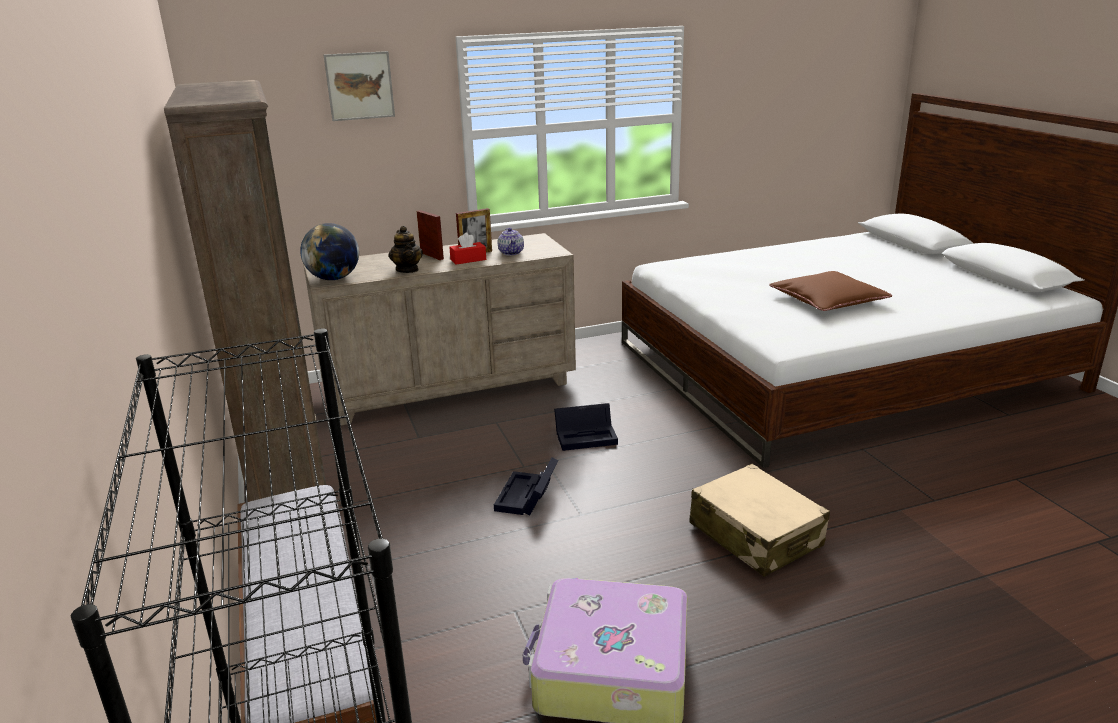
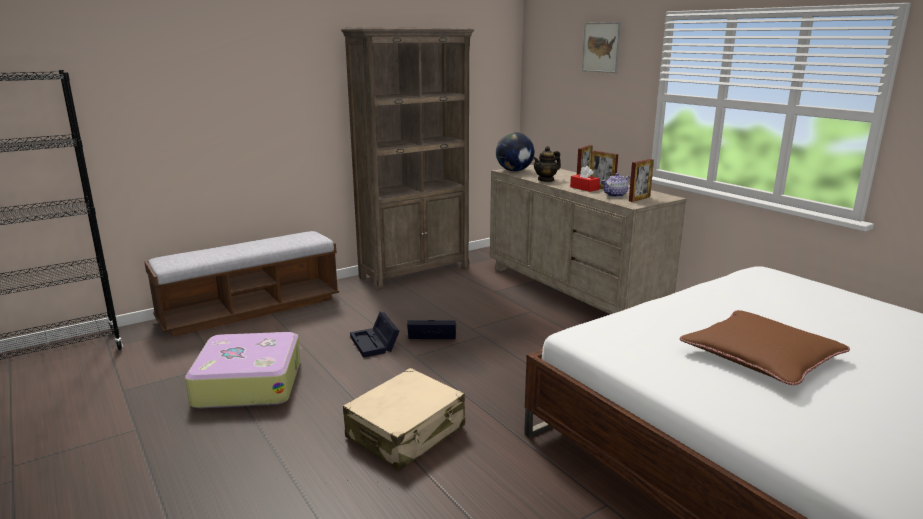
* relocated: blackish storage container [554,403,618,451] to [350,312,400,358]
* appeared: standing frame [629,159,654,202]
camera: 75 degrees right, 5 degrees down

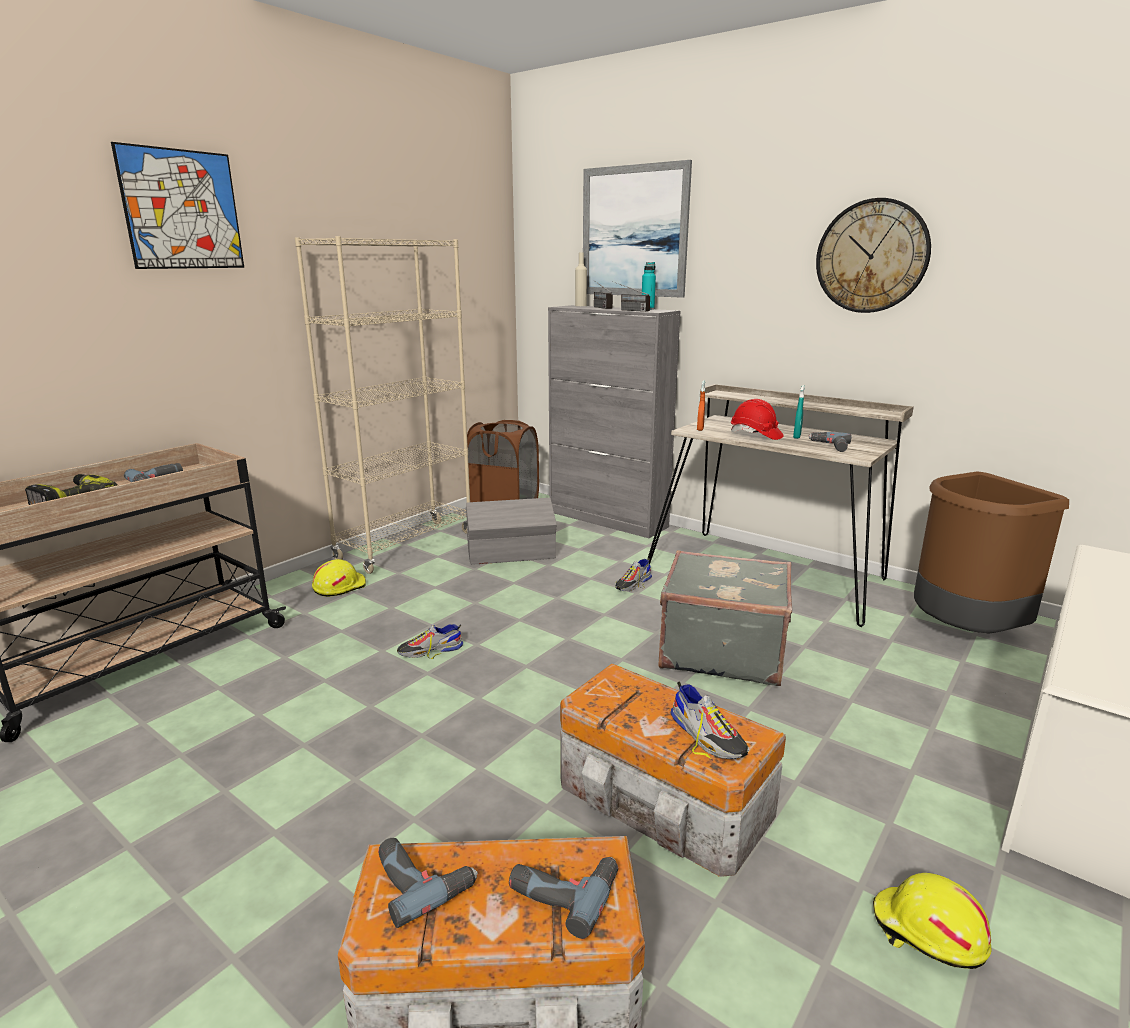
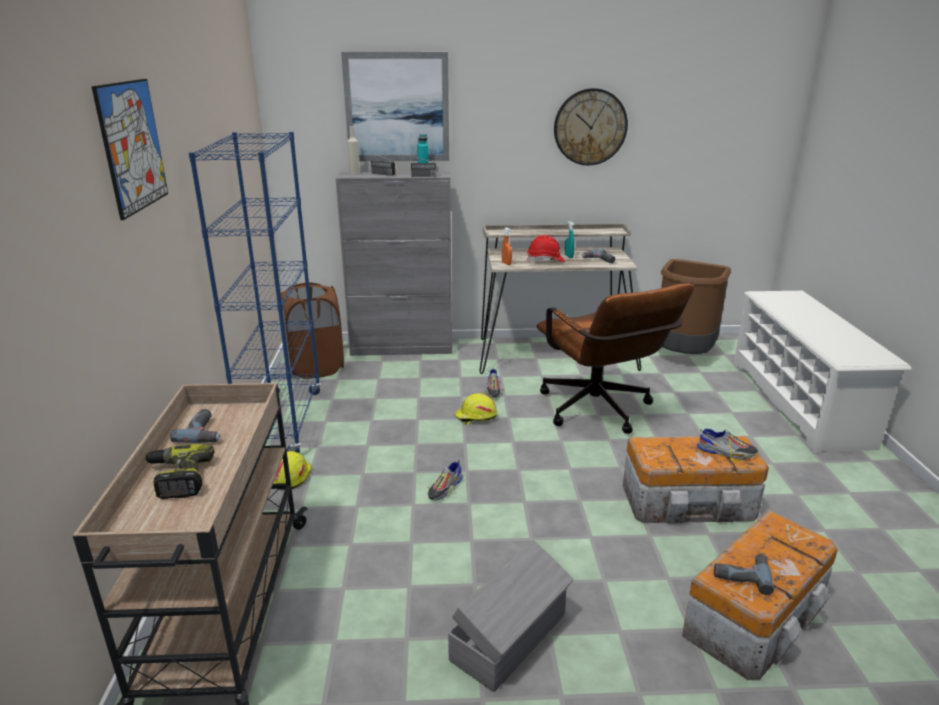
* colour: sand-coloured shelving unit [295,236,470,574] to blue shelving unit [189,132,321,453]
* relocated: grey storage container [466,498,556,565] to [448,540,574,692]
* exchanged: grey suitcase [658,550,792,686] to brown office chair [537,283,694,434]
* missing: power drill [509,857,618,939]
* relocated: yellow-coloured work helmet [873,873,992,969] to [454,393,497,425]
camera: 40 degrees left, 5 degrees up

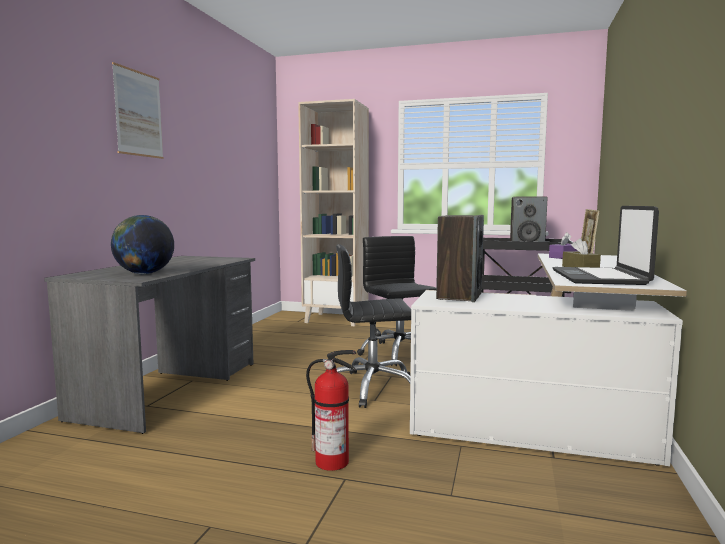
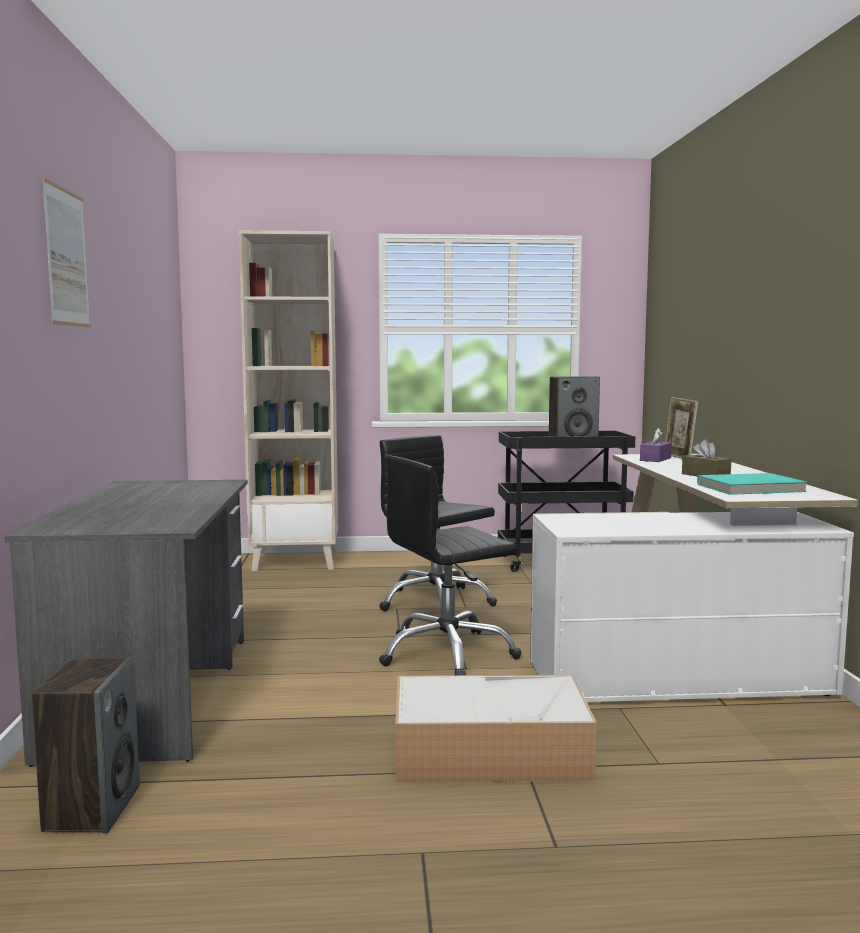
* exchanged: laptop [553,206,659,285] to turquoise book [697,473,807,495]
* missing: world globe [111,215,174,274]
* relocated: audio speaker [436,215,484,302] to [32,657,140,833]
* exchanged: fire extinguisher [306,350,356,471] to storage container [395,675,597,783]
camera: 20 degrees left, 0 degrees up

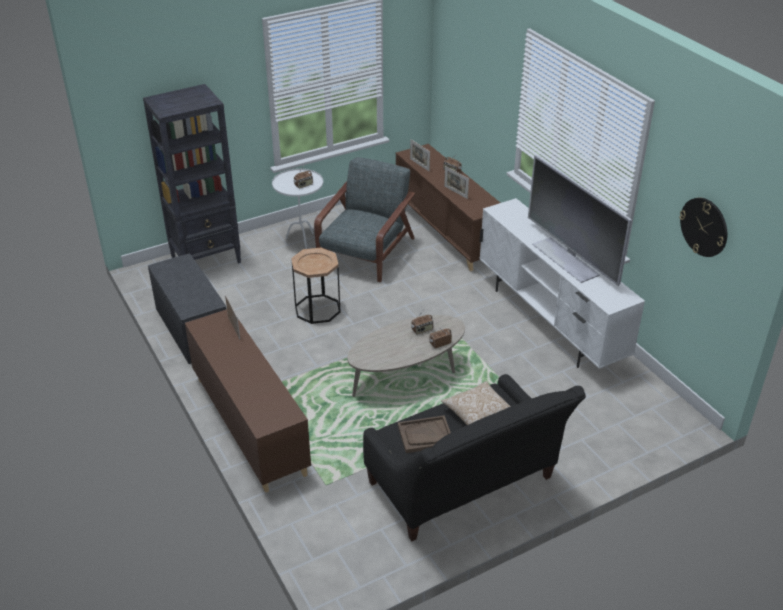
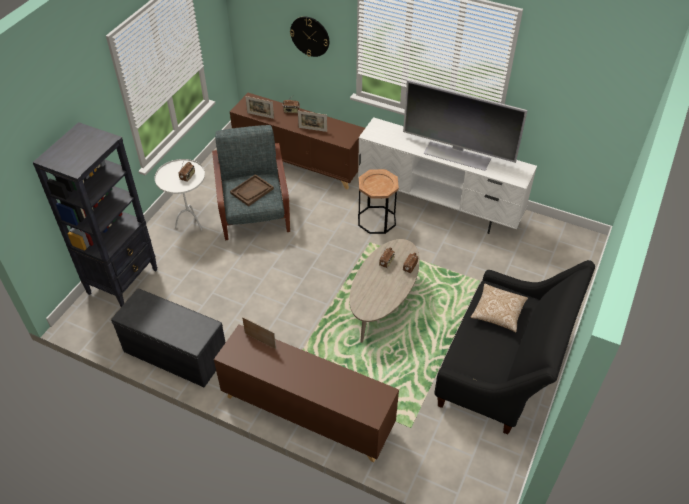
* relocated: clock on the wall [679,197,727,257] to [290,17,329,57]
* relocated: brown end table [291,248,340,324] to [358,169,399,234]
* relocated: brown carrying tray [398,415,451,453] to [230,174,274,207]
camera: 35 degrees left, 10 degrees up

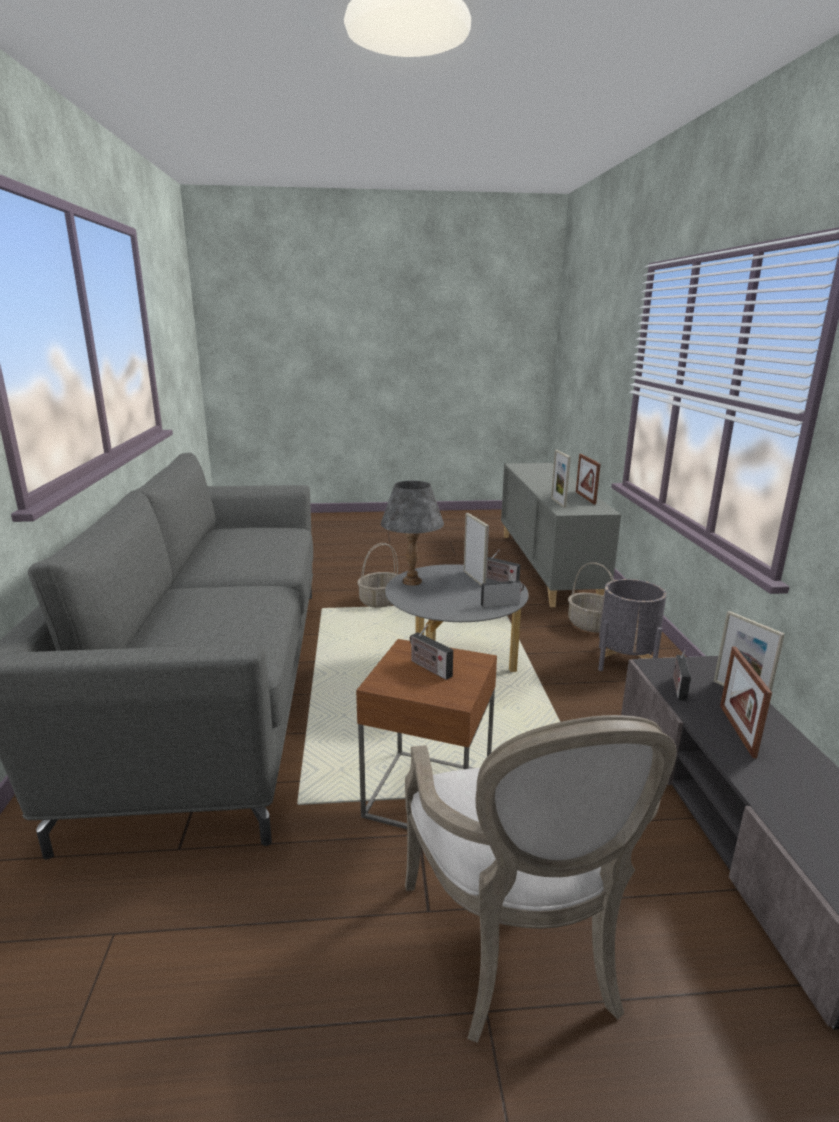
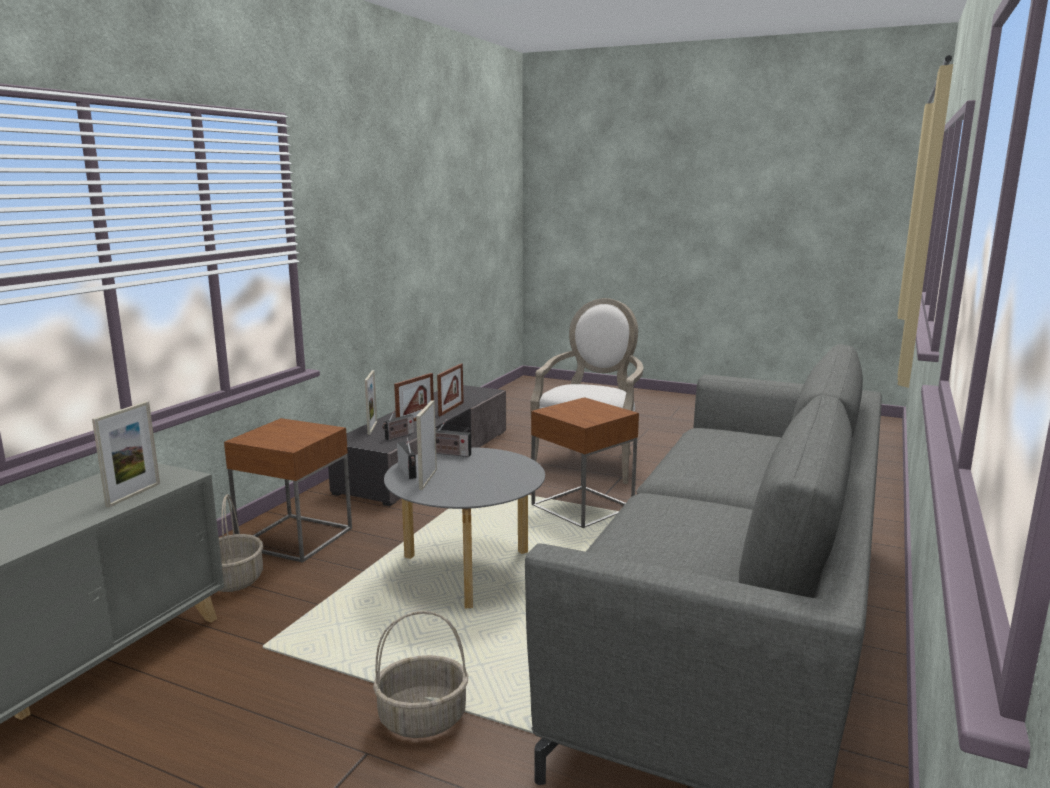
* relocated: standing frame [576,454,601,505] to [437,364,464,416]
* missing: grey tabletop lamp [381,481,444,586]
* exchanged: grey planter [598,579,667,671] to brown end table [224,418,352,563]
* missing: radio receiver [410,625,453,680]
camera: 150 degrees left, 5 degrees down

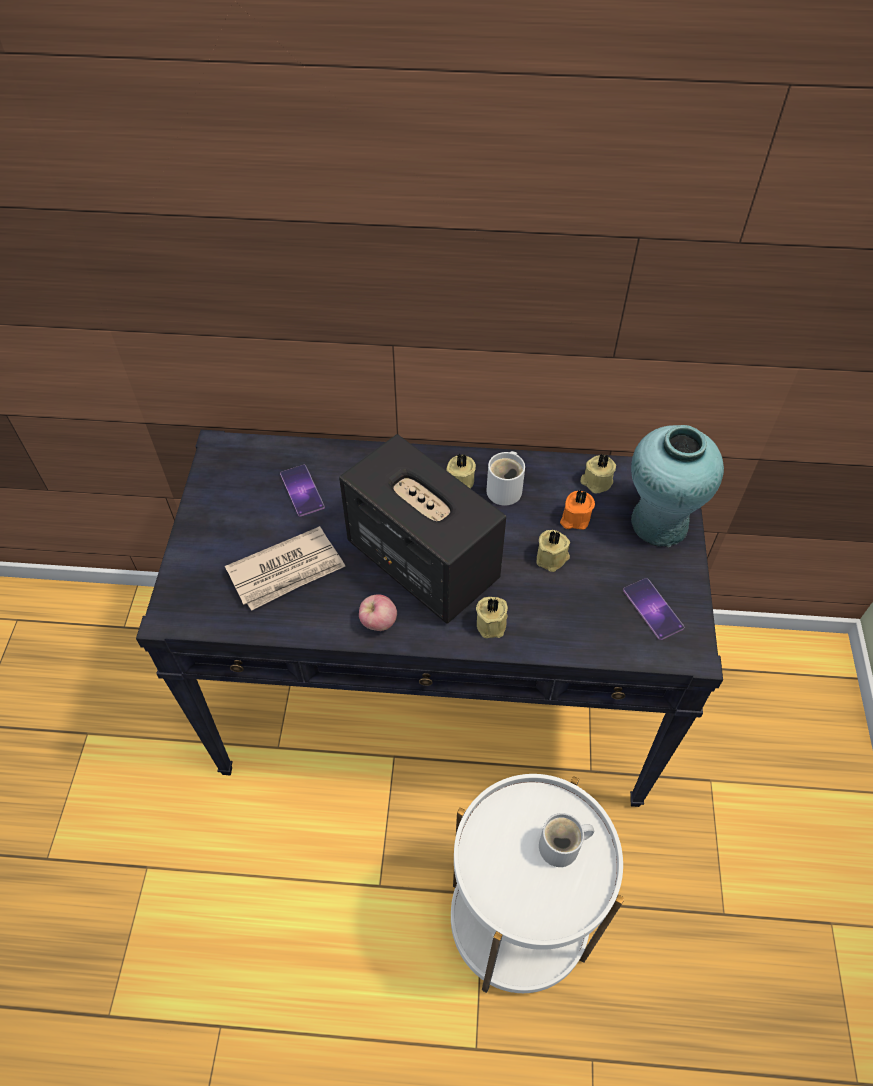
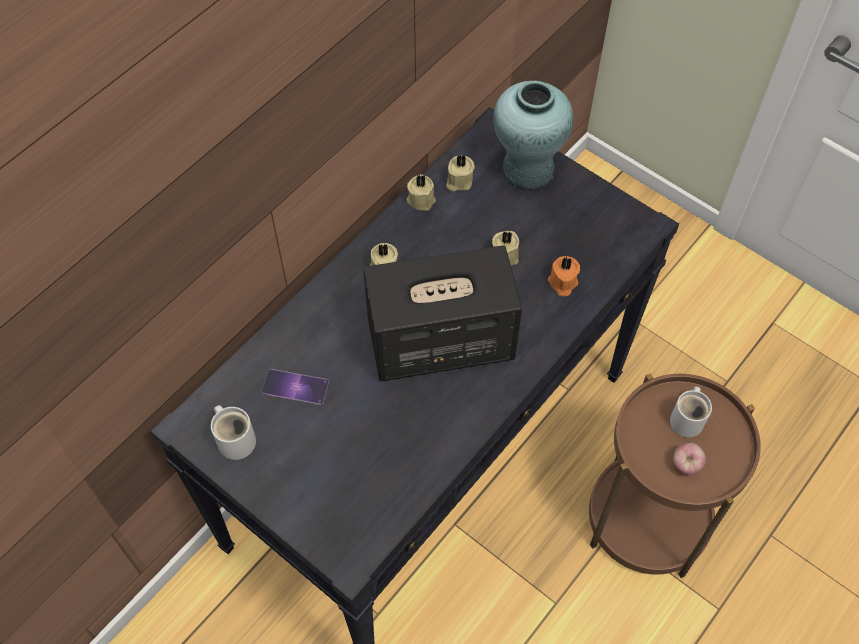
* relocated: white coffee mug [486,451,525,506] to [211,405,256,460]
* relocated: orangey candle [560,490,595,530] to [548,256,580,296]
* missing: daily paper [225,526,345,611]
* missing: phone [623,578,684,640]
* relocated: whole apple [359,595,397,631] to [673,443,706,475]
* relocated: sand-coloured candle [476,597,508,638] to [407,174,436,211]
* colour: white end table [451,774,625,993] to brown end table [589,373,761,578]
camera: 55 degrees left, 5 degrees up

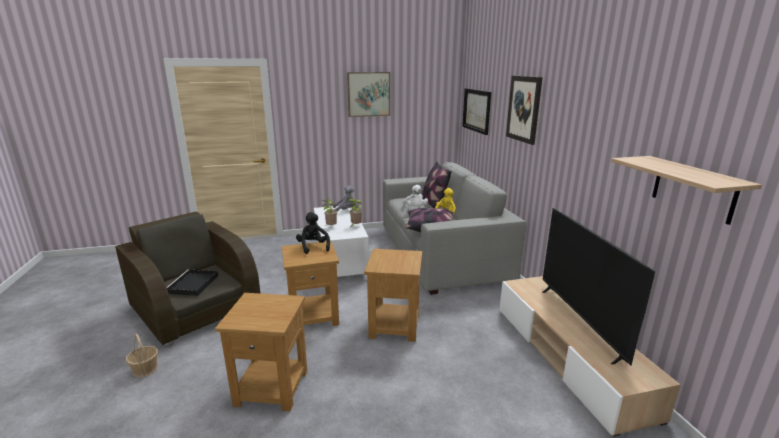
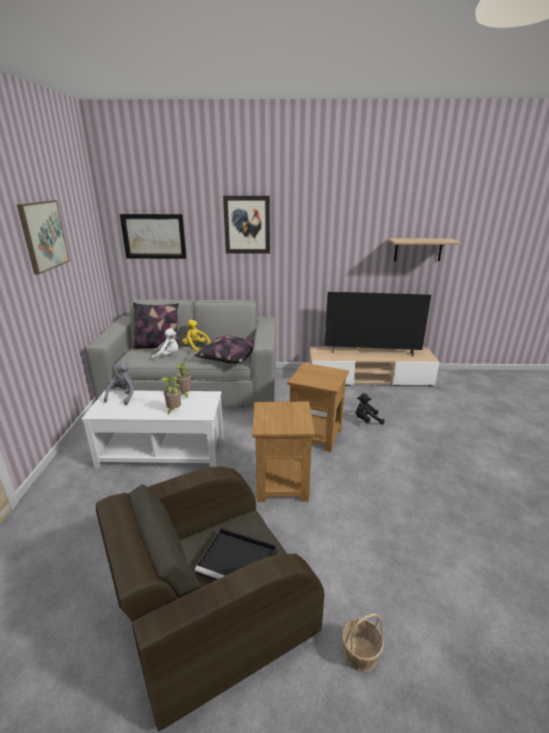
* relocated: blackish cuddly toy [296,212,330,254] to [356,393,385,424]
* missing: brown end table [215,293,307,411]
camera: 75 degrees left, 5 degrees up

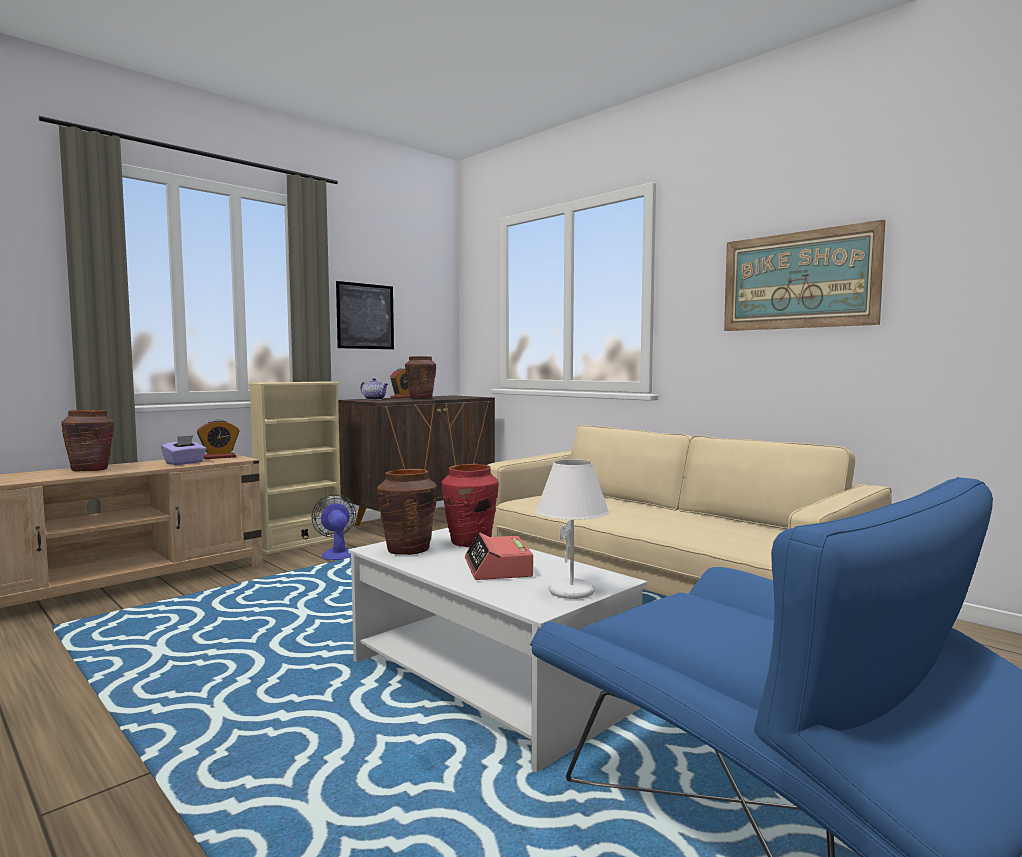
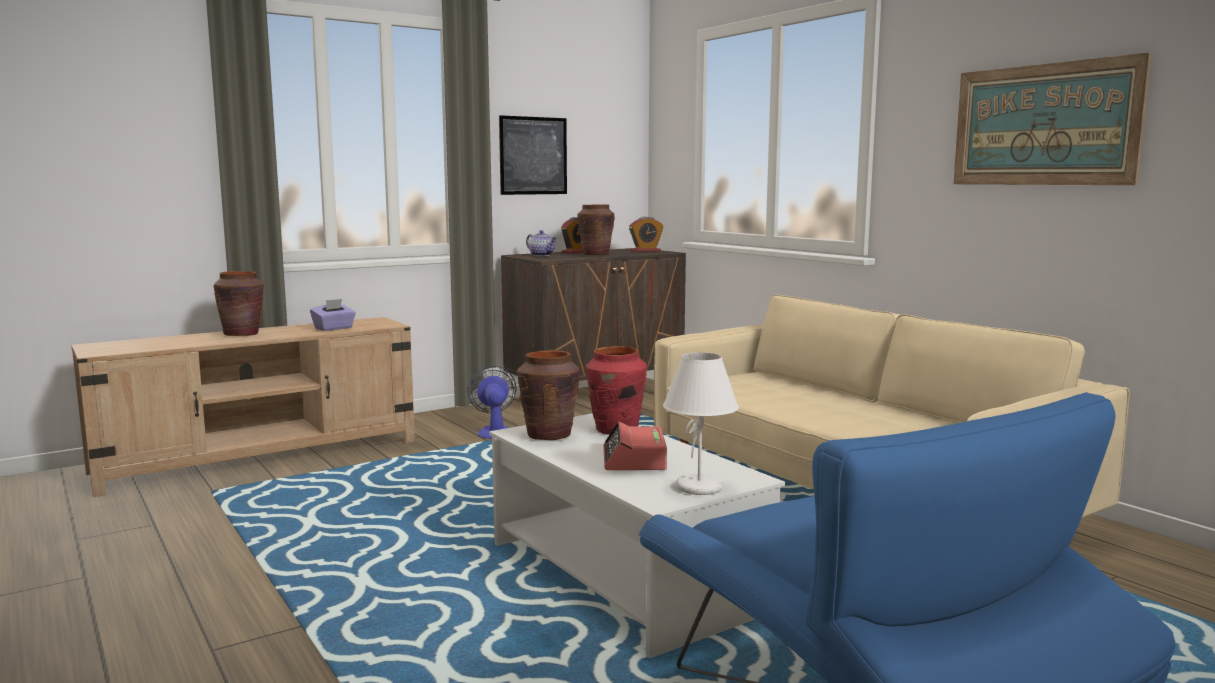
* missing: sand-coloured shelving unit [248,381,341,555]
* relocated: bedside clock [197,420,239,459] to [629,217,663,252]
camera: 10 degrees right, 5 degrees up

